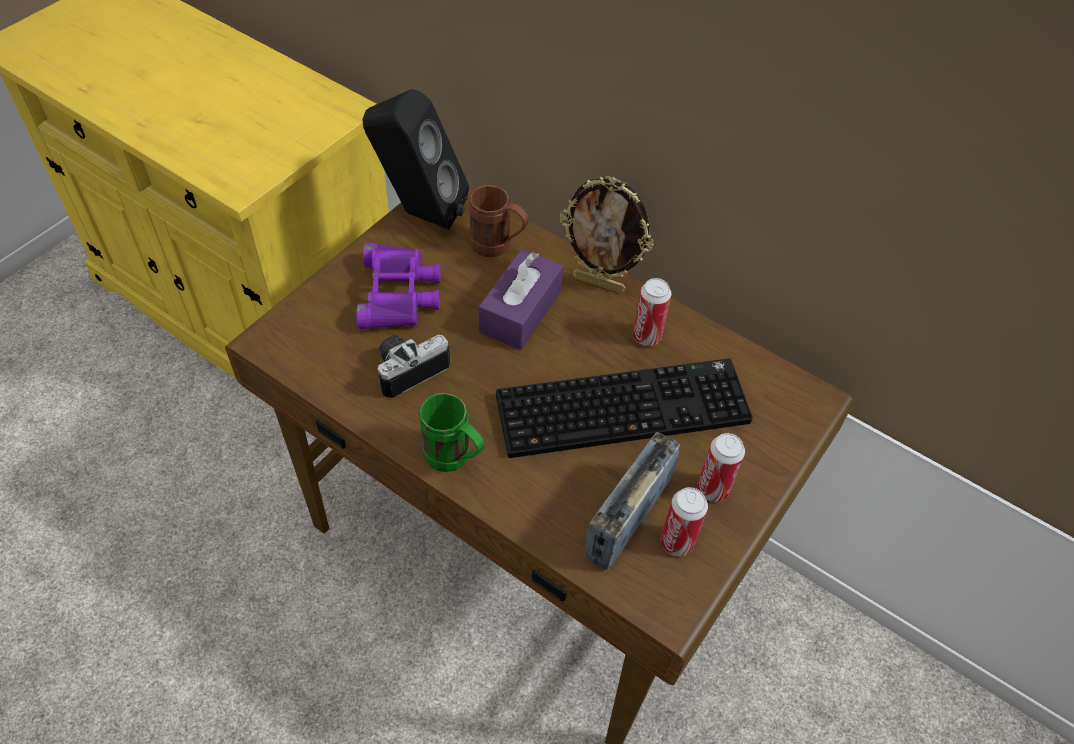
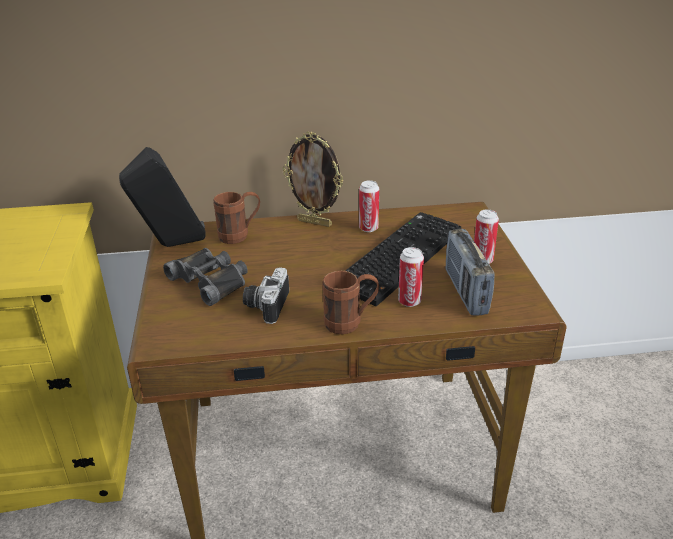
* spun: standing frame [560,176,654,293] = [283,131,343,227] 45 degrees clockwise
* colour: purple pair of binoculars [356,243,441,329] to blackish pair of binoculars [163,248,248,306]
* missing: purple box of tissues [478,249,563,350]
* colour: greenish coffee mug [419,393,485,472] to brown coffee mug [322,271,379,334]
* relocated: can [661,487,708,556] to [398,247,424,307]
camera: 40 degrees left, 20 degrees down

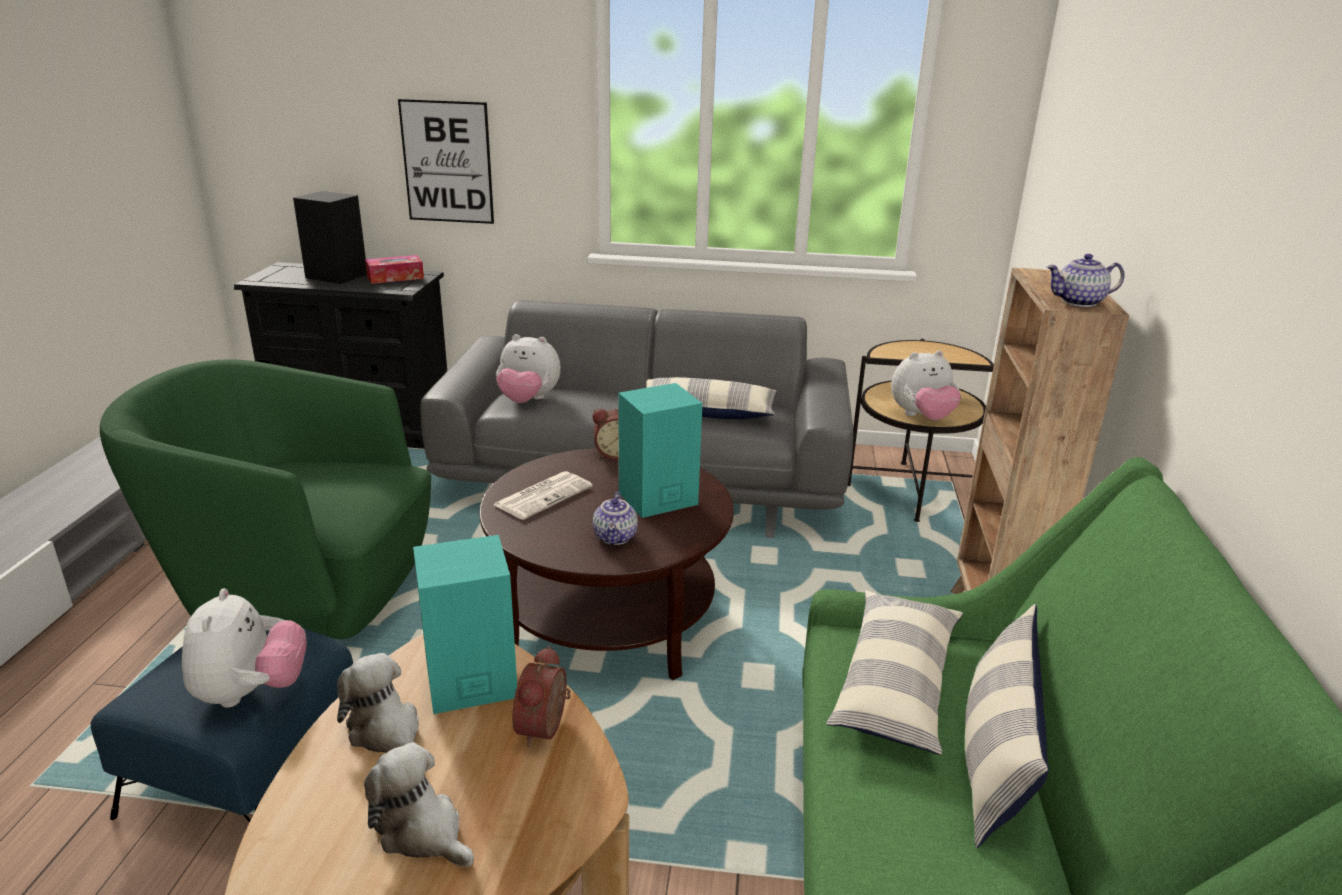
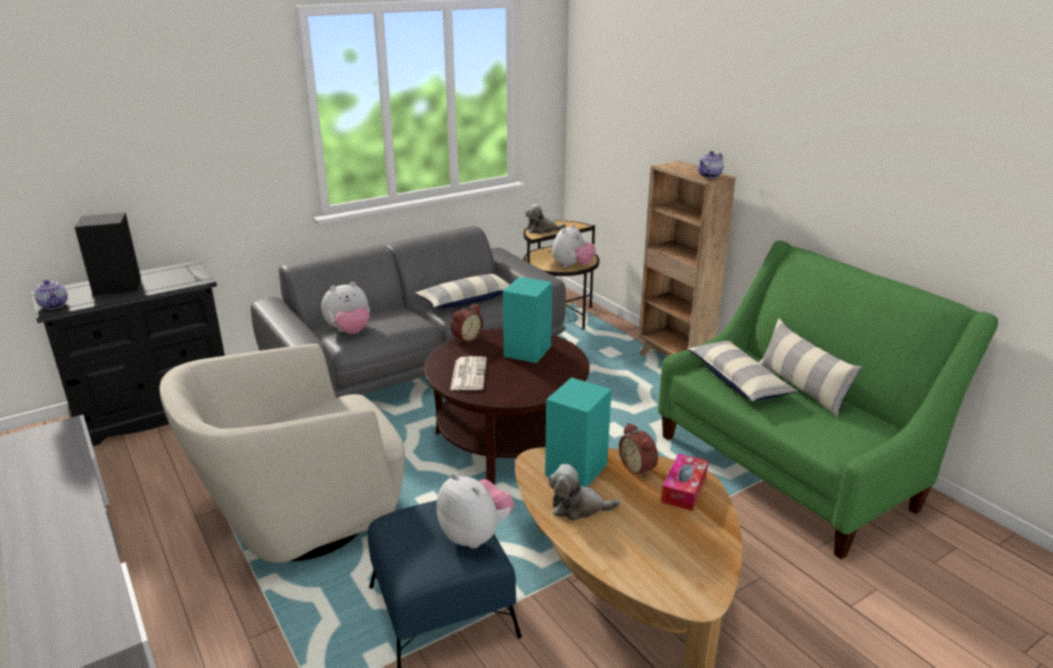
* missing: wall art [398,99,494,224]
* relocated: box of tissues [365,255,424,284] to [661,453,708,511]
* colour: greenish lounge chair [100,360,431,639] to sand-coloured lounge chair [159,344,405,563]
* relocated: teapot [593,492,638,545] to [34,279,68,309]
* relocated: cuddly toy [364,742,474,867] to [525,204,566,234]
camera: 40 degrees left, 0 degrees up

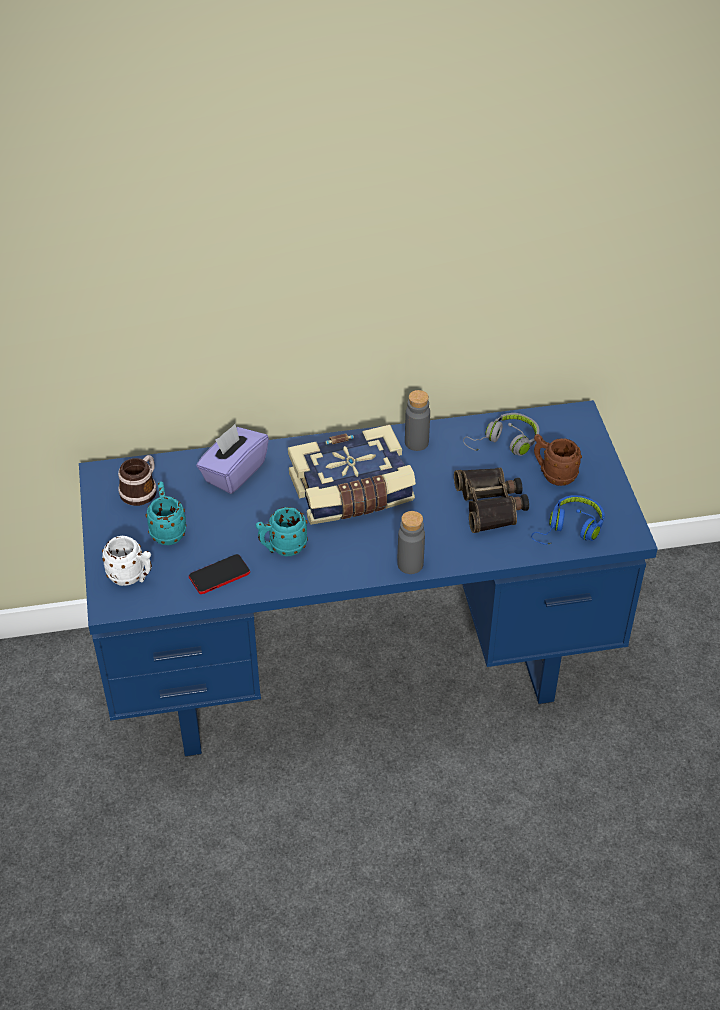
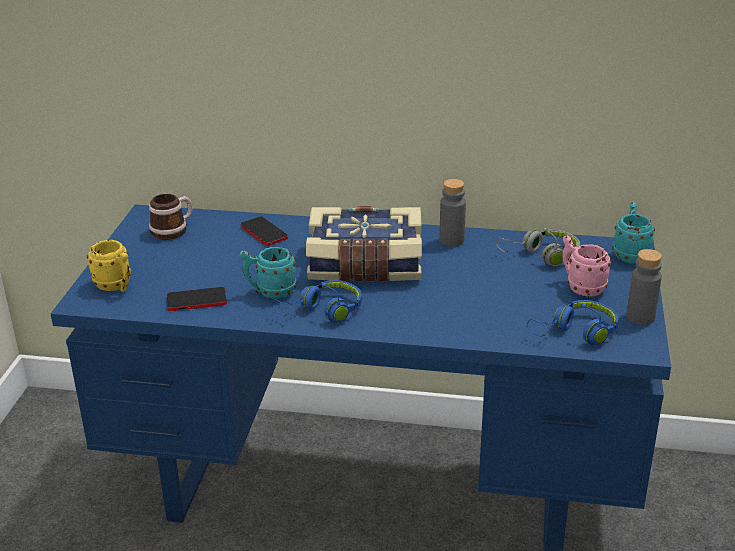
* exchanged: purple box of tissues [196,424,269,494] to phone [241,216,288,246]
* colour: brown coffee mug [534,434,582,486] to pink-coloured coffee mug [562,236,611,297]
* missing: pair of binoculars [454,468,529,533]
* relocated: turquoise coffee mug [146,482,186,545] to [612,202,655,263]
* relocated: grey drink bottle [397,511,425,574] to [626,249,662,325]
* colour: white coffee mug [102,536,152,586] to yellow-coloured coffee mug [87,240,131,292]
* appeared: blue headphones [272,280,362,322]
camera: 20 degrees right, 15 degrees down

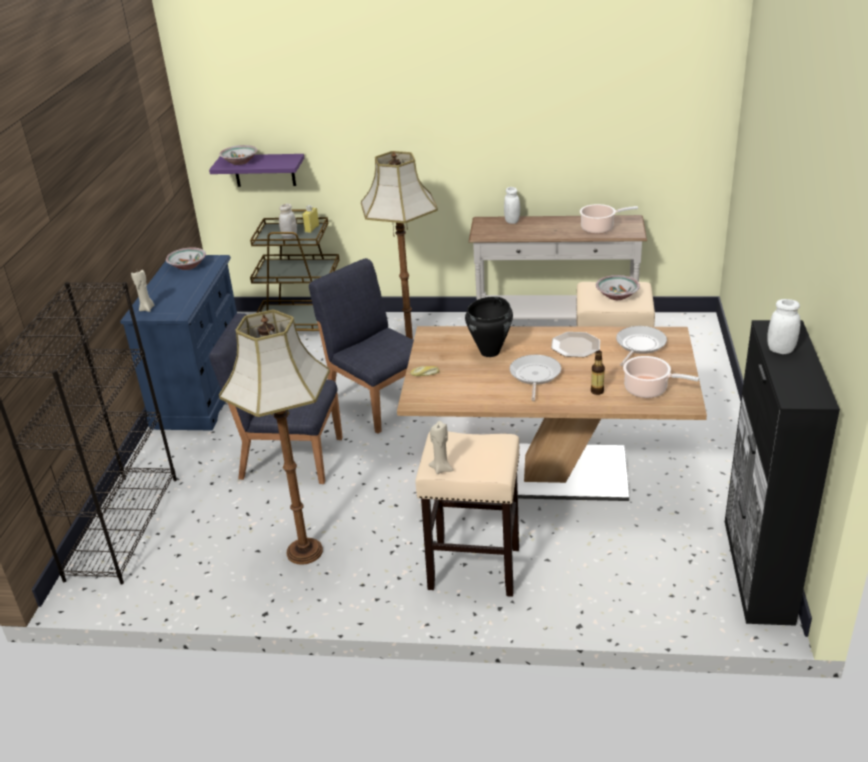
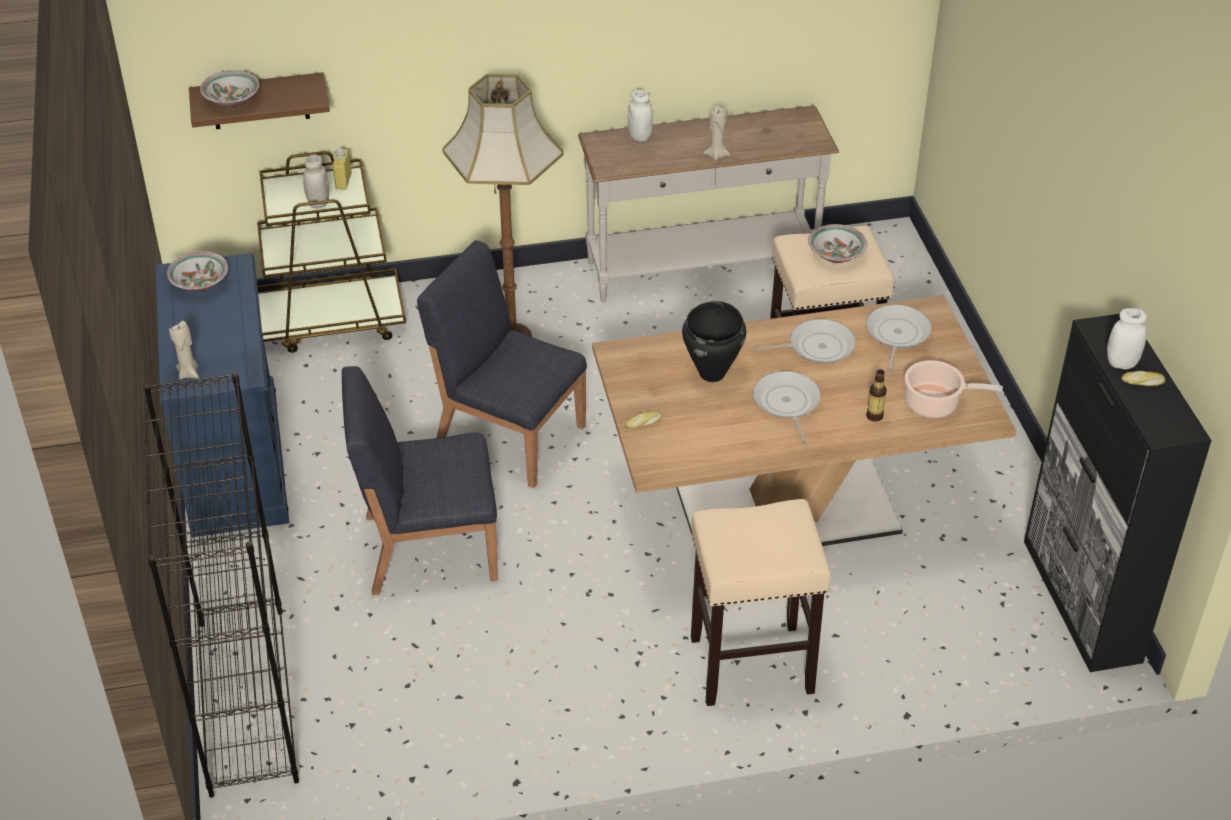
* colour: purple shelf [209,154,304,187] to brown shelf [189,72,330,129]
* missing: saucepot [580,204,638,234]
* missing: standing lamp [219,310,330,565]
* exchanged: dinner plate [551,332,600,357] to pan [754,319,856,364]
* relocated: sand-coloured candle [428,421,454,474] to [703,106,731,161]
* appeared: bakery bread [1121,371,1165,386]
camera: 20 degrees left, 10 degrees up

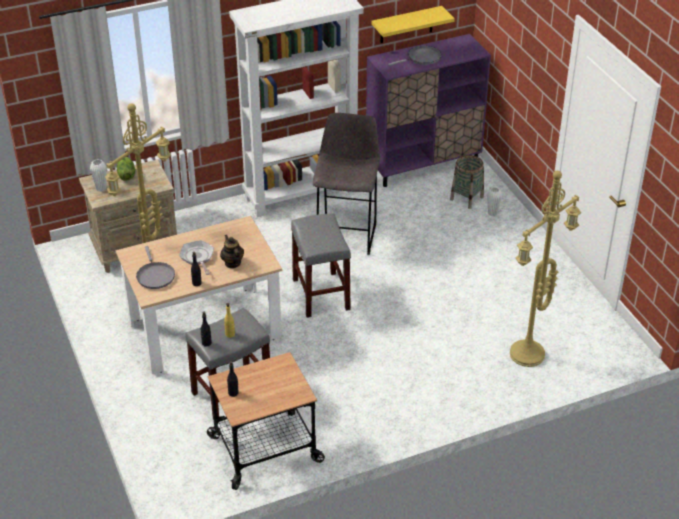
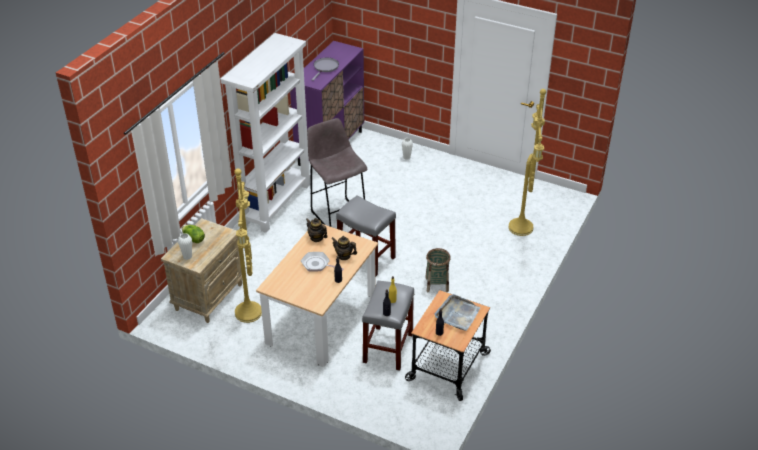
* missing: yellow-coloured shelf [372,6,455,43]
* relocated: storage basket [450,155,484,209] to [425,248,451,292]
* missing: grey pan [136,246,175,289]
* appeared: teapot [306,218,328,242]
* appeared: grey carrying tray [434,294,480,331]
camera: 40 degrees left, 0 degrees up

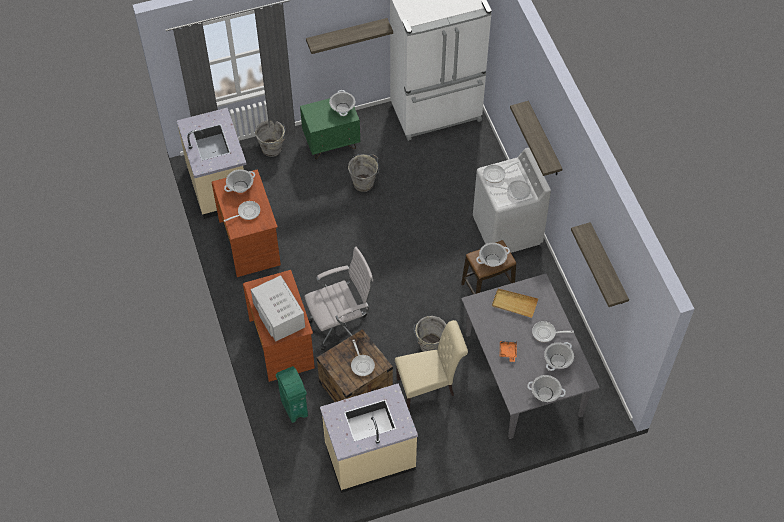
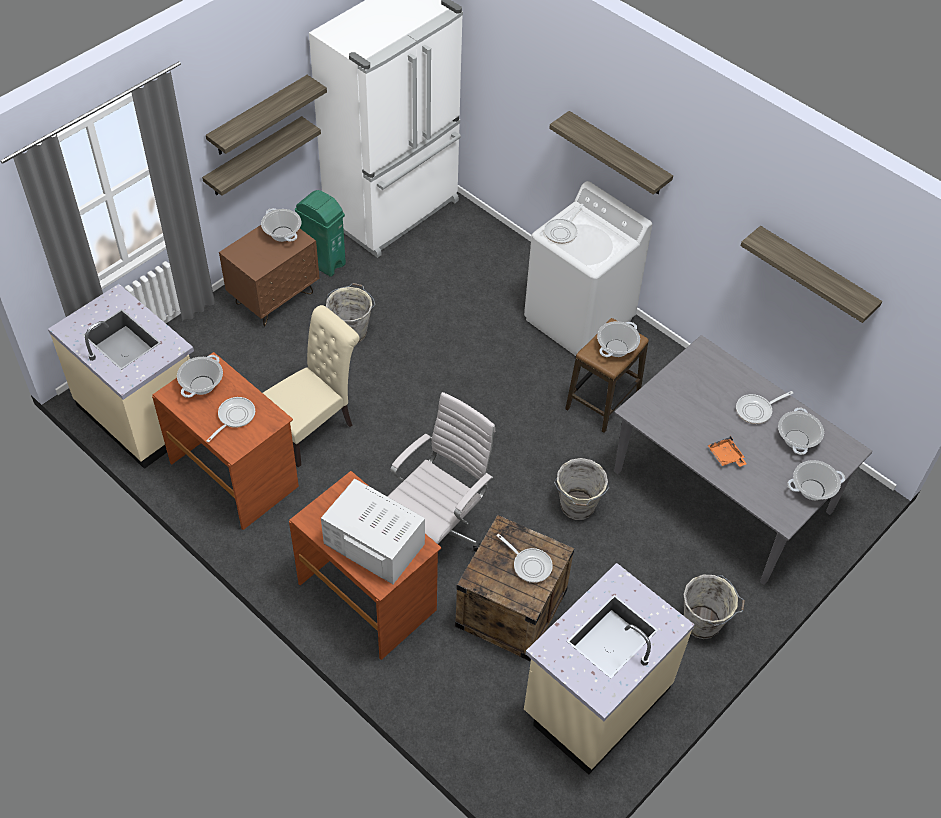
* colour: greenish bedside table [300,98,360,159] to brown bedside table [219,225,320,326]
* relocated: grey bucket [255,120,285,157] to [683,575,745,639]
* missing: pan [491,180,531,200]
* missing: sand-coloured carrying tray [492,289,538,318]
* relocated: sand-coloured plain chair [395,320,468,409] to [263,305,360,468]
* relocated: greenish waste bin [276,366,308,423] to [295,190,346,277]
* appeared: shelf [202,116,321,196]
camera: 30 degrees left, 5 degrees down

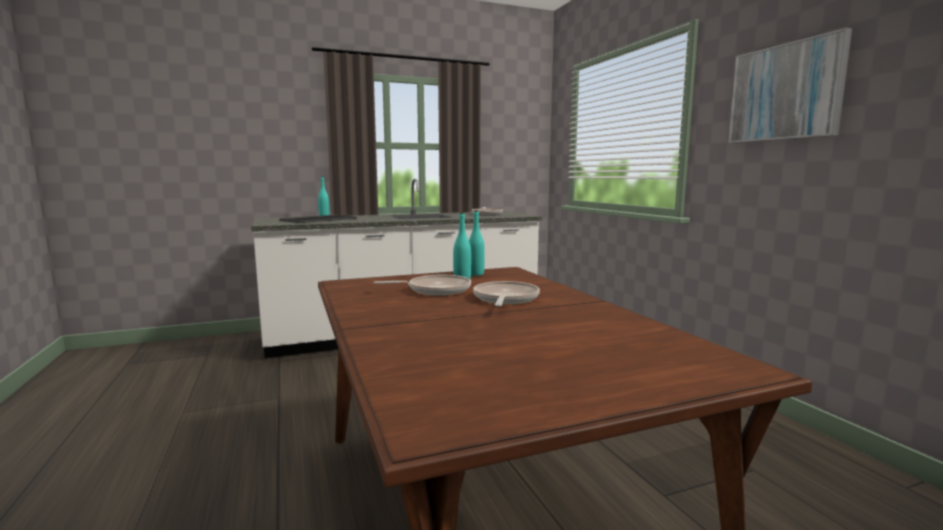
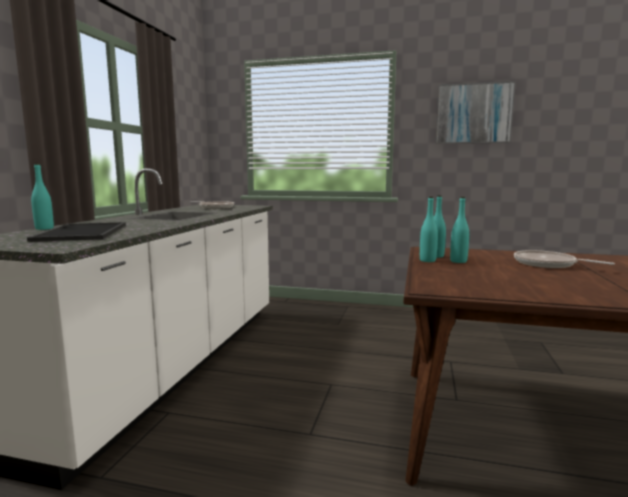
* missing: pan [374,275,471,295]
* appeared: turquoise drink bottle [420,197,438,262]
camera: 55 degrees left, 0 degrees up

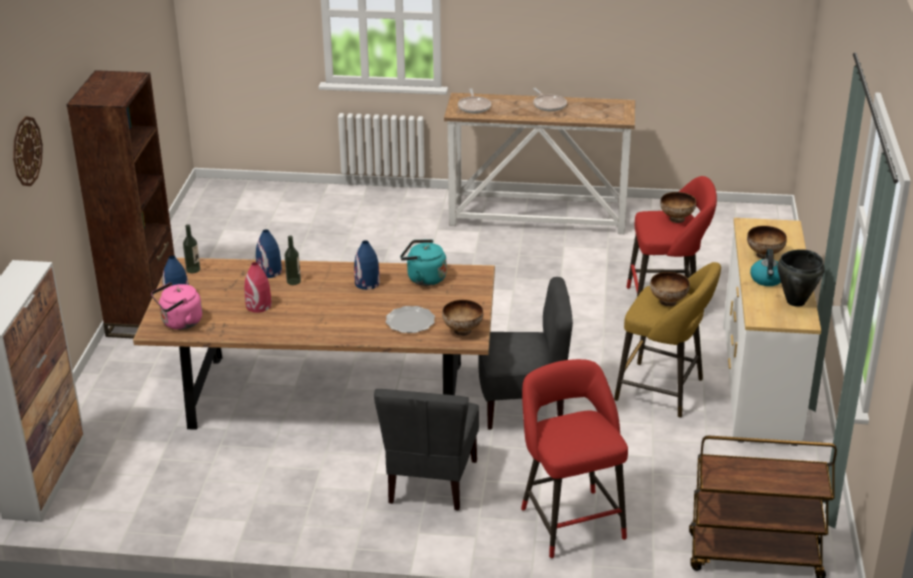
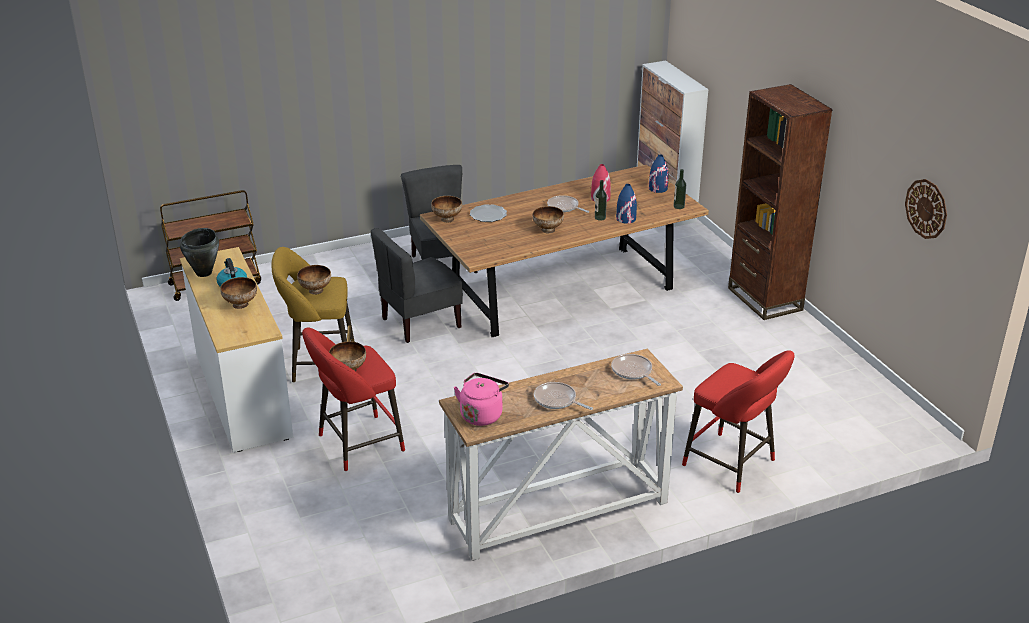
* relocated: clock on the wall [13,116,43,186] to [905,179,947,239]
* missing: turquoise water kettle [400,239,447,286]
* exchanged: blue flower vase [354,240,380,290] to bowl [533,206,564,233]
* relocated: pink-coloured water kettle [151,282,202,330] to [454,373,509,426]
* relocated: reddish stool seat [521,359,628,559] to [682,350,795,493]
* appeared: pan [547,195,589,213]
camera: 150 degrees right, 0 degrees up

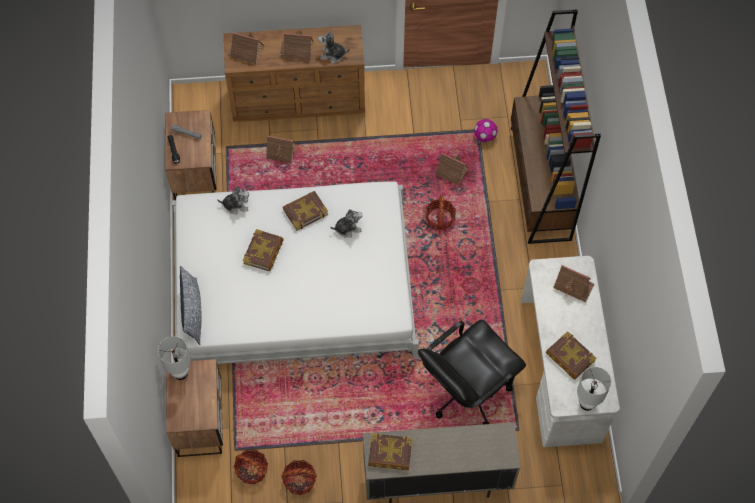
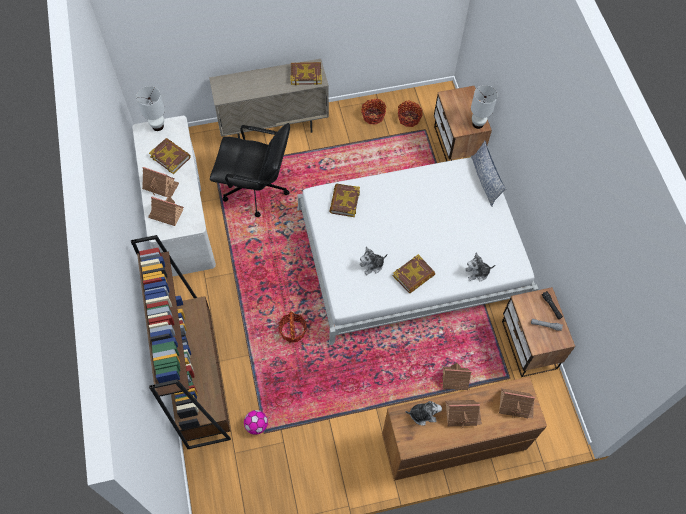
* relocated: miniature house [435,153,469,185] to [142,167,179,197]
* relocated: book [243,229,284,271] to [329,184,360,217]
* spun: blackish office chair [418,320,526,425] = [210,123,290,217] 60 degrees clockwise
camera: 170 degrees right, 0 degrees up

